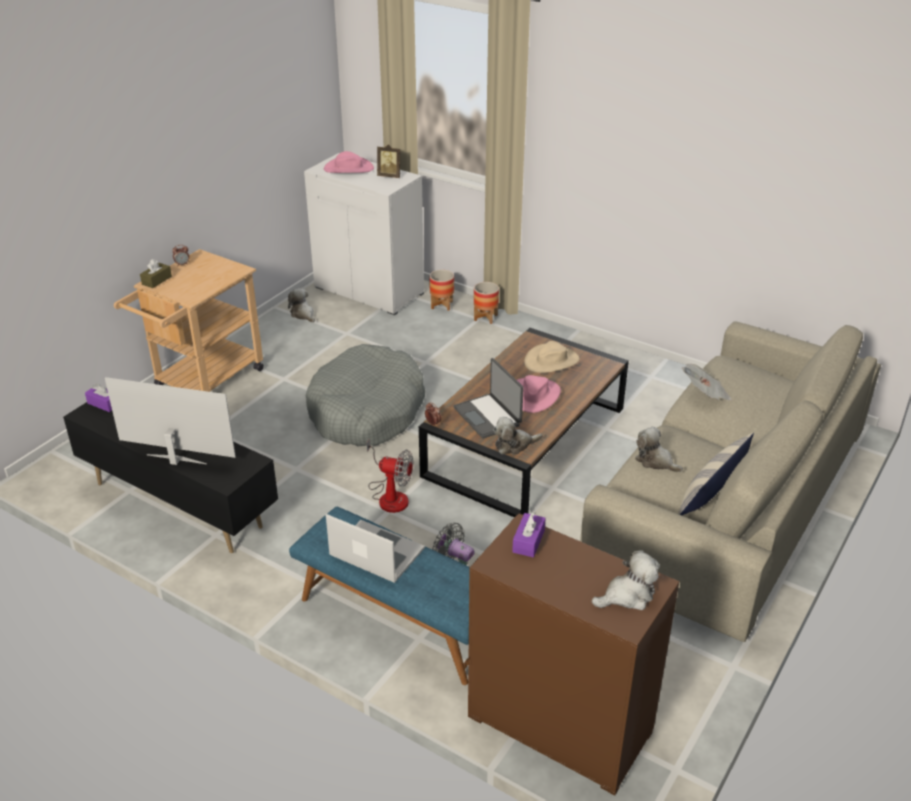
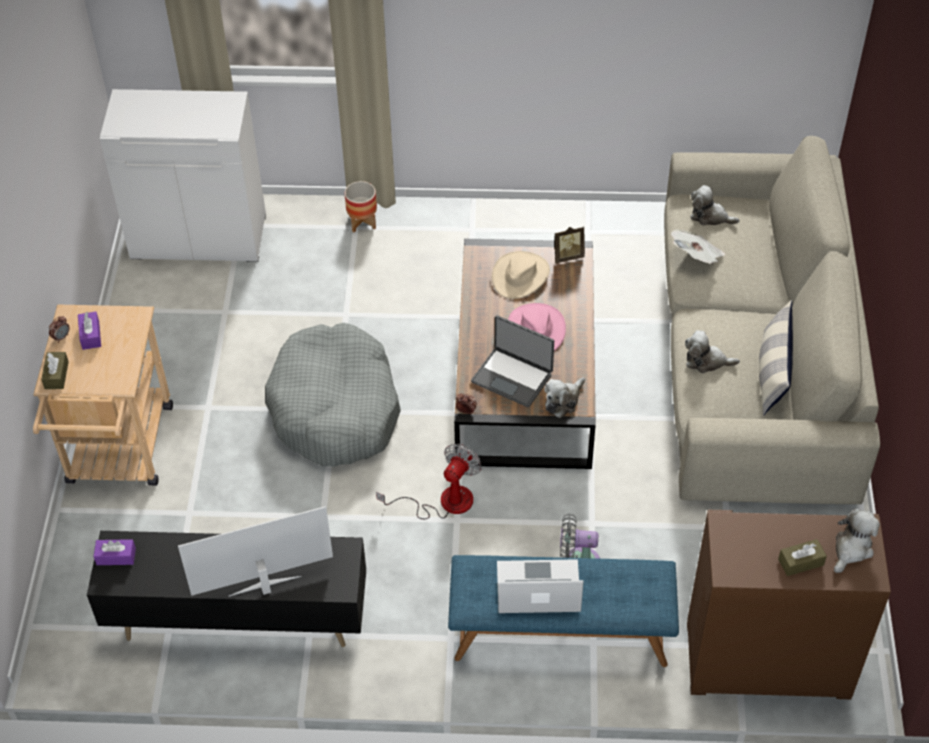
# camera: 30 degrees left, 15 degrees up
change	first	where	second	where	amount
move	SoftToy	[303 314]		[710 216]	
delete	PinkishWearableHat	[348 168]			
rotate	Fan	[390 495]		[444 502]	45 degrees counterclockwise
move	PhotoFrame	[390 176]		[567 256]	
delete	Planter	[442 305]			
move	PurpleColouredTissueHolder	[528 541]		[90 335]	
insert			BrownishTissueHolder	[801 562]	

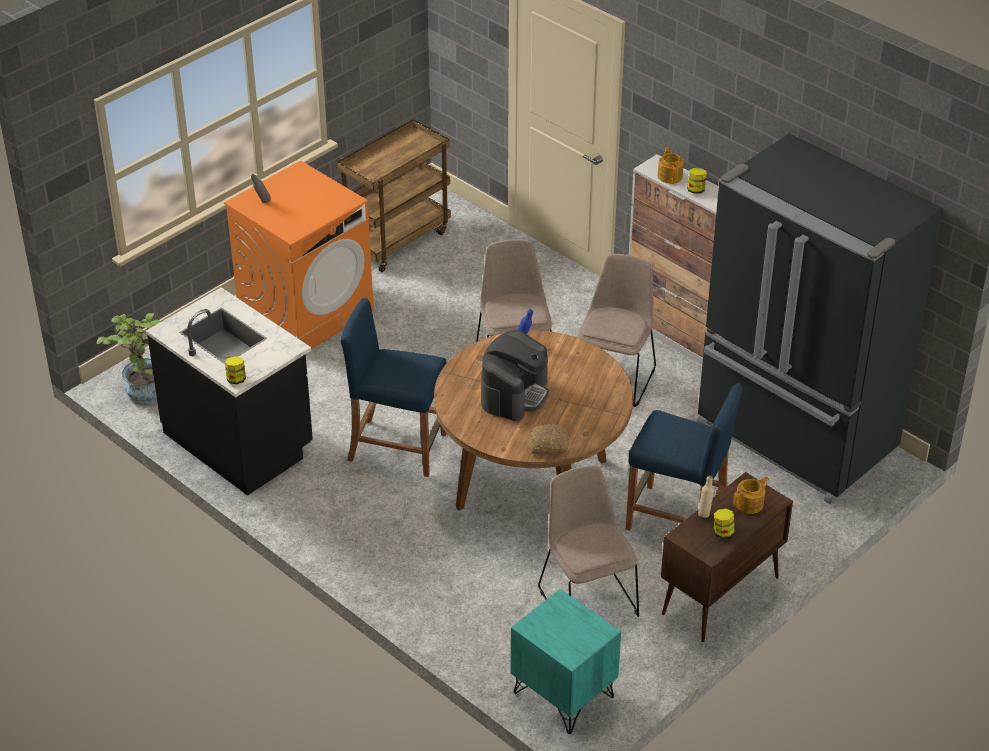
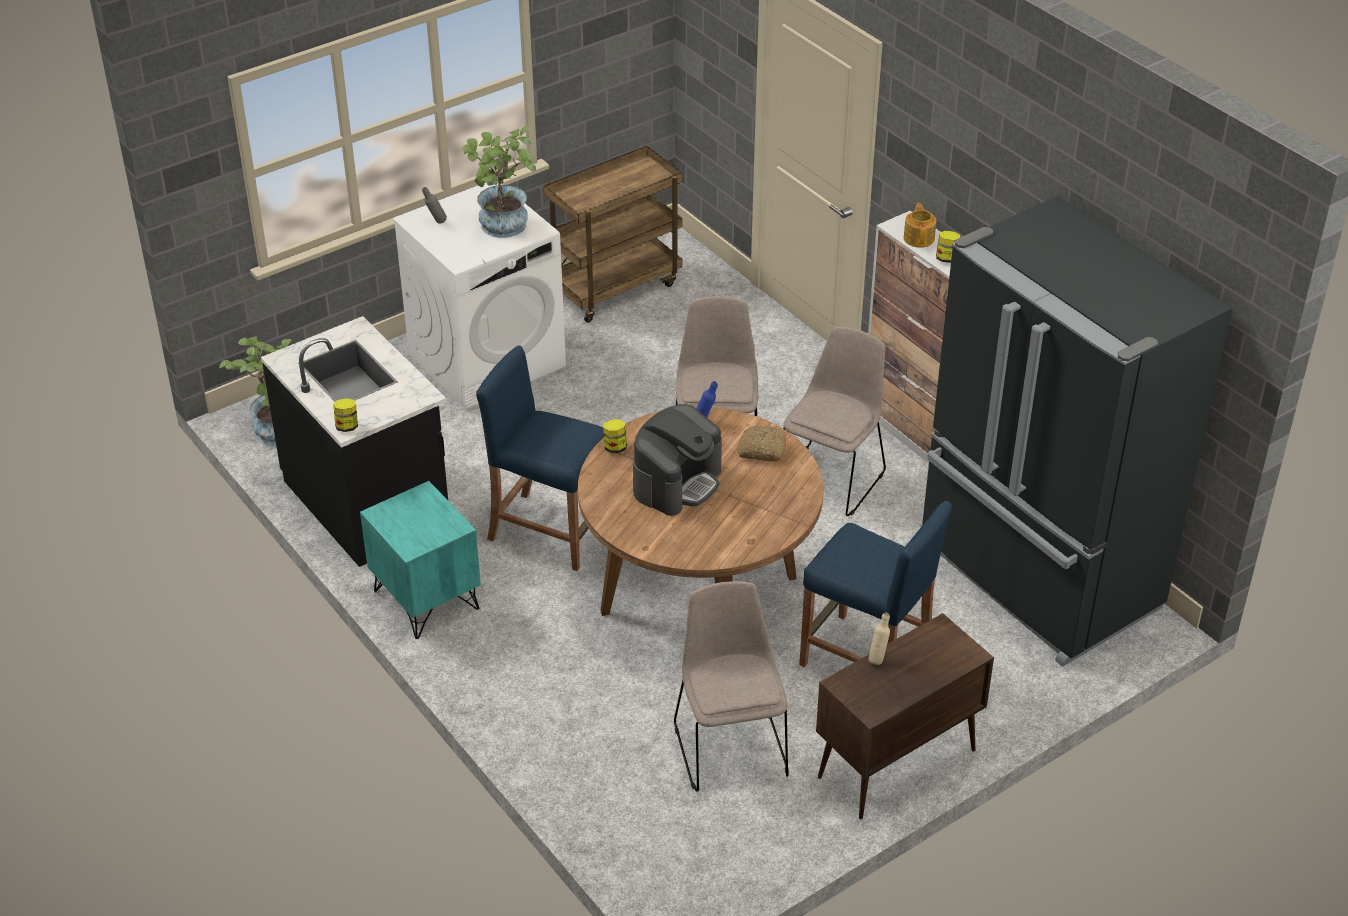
# camera: 10 degrees right, 0 degrees up
change	first	where	second	where	amount
recolor	OrangeColouredLaundryMachine	[306 312]	WhitishLaundryMachine	[487 359]	
move	TurquoiseColouredNightstand	[562 695]		[425 600]	
move	BakeryBread	[548 445]		[761 450]	
move	PreserveJar	[723 533]		[615 447]	
delete	PotForTea	[750 504]			
insert			Houseplant	[503 229]	

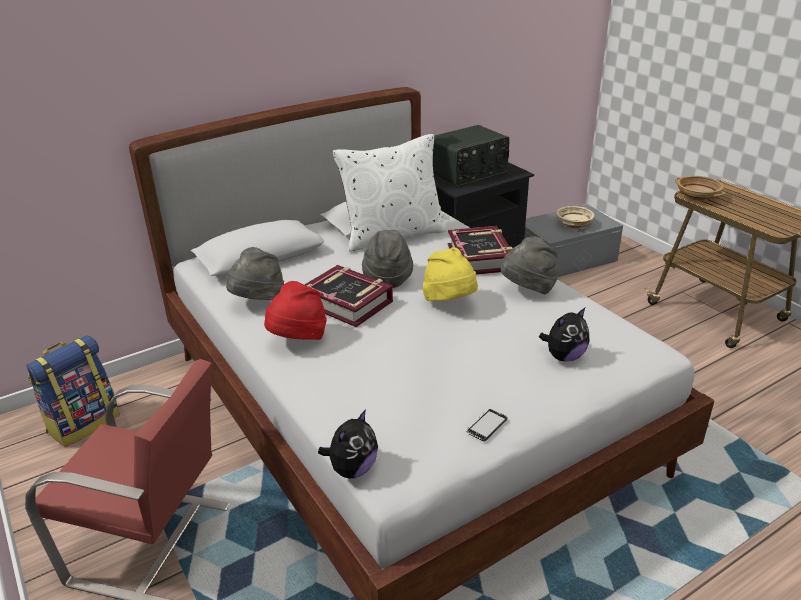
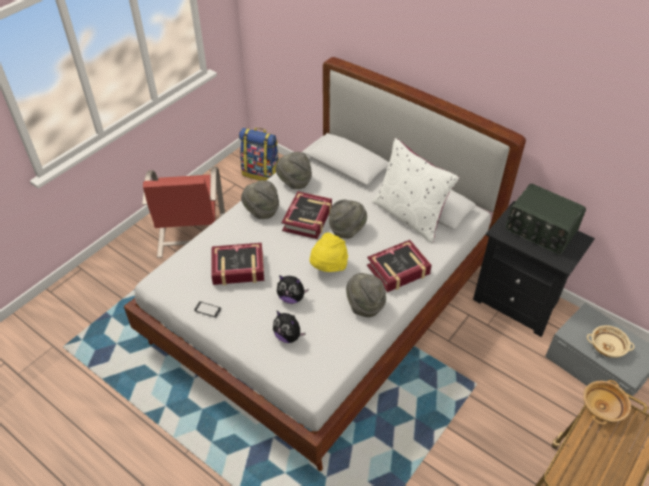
# camera: 70 degrees right, 15 degrees up
change	first	where	second	where	amount
recolor	ReddishWearableHat	[298 340]	GrayWearableHat	[261 211]	
move	SoftToy	[352 469]		[291 298]	
insert			Volume	[238 268]	

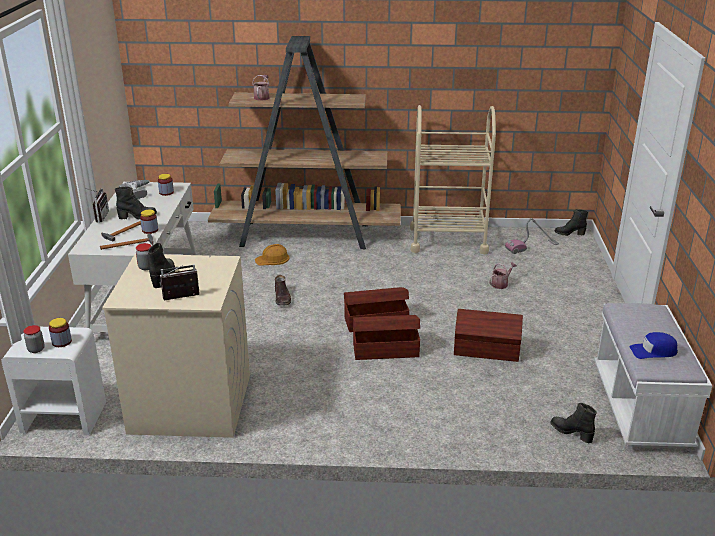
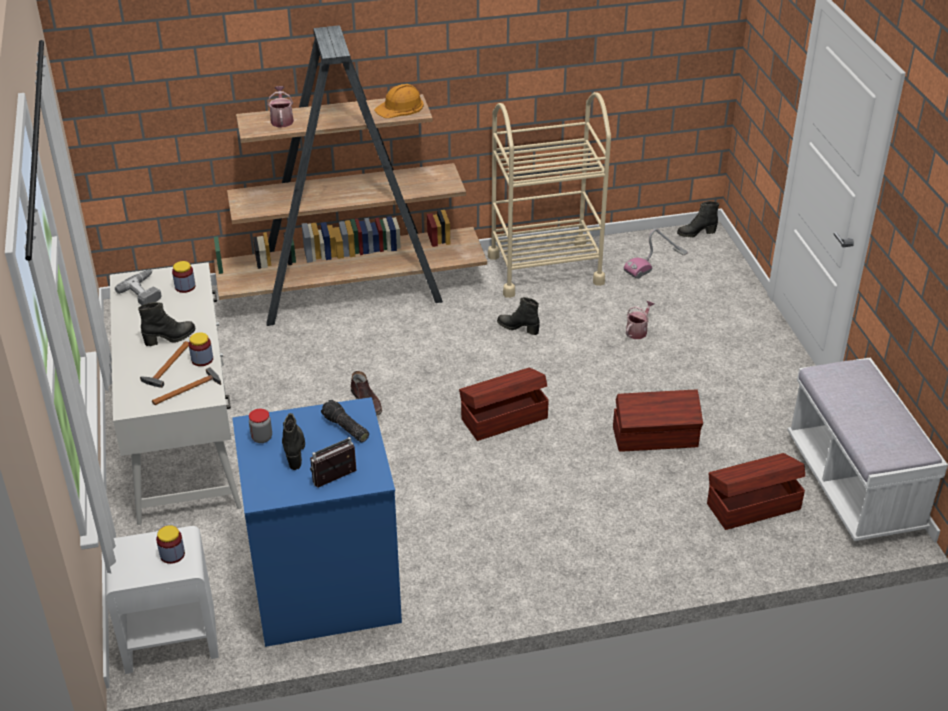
# camera: 15 degrees left, 10 degrees up
change	first	where	second	where	amount
delete	PreserveJar	[36 349]			
delete	RadioSet	[99 217]			
recolor	BeigeColouredLaundryMachine	[189 404]	BluishLaundryMachine	[324 587]	
move	OrangeColouredSafetyHelmet	[272 259]		[400 107]	
move	BrownishStorageBin	[385 349]		[752 505]	
move	BlackishHighTopBoot	[571 432]		[518 328]	
delete	BluishBaseballCap	[653 351]			
insert			Flashlight	[345 428]	

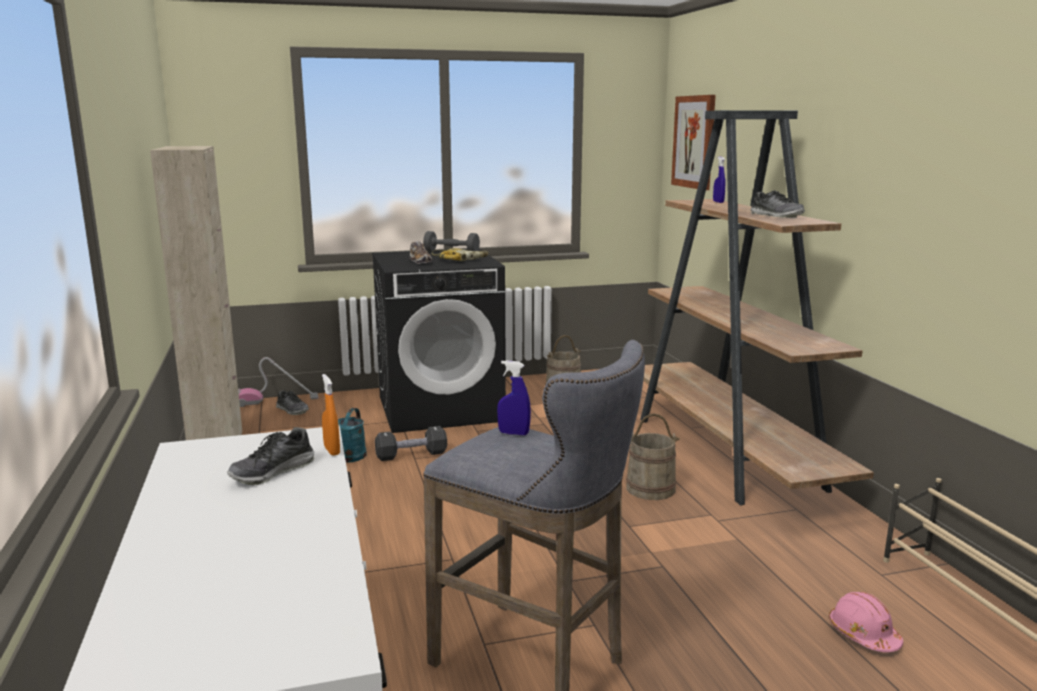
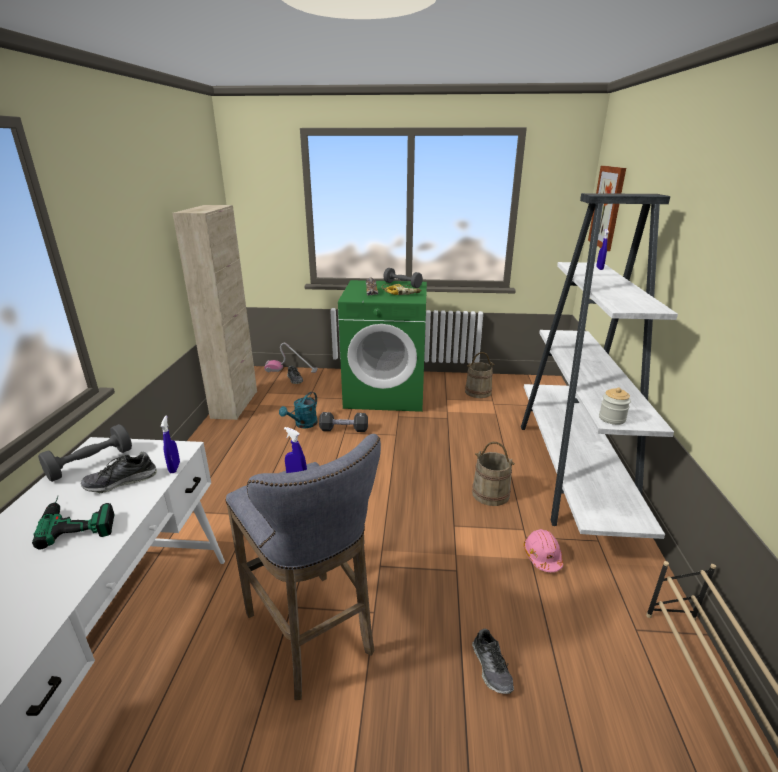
# camera: 20 degrees right, 10 degrees up
change	first	where	second	where	amount
recolor	OrangeColouredHandSprayer	[332 450]	BluishHandSprayer	[174 468]	
recolor	BlackishLaundryMachine	[441 408]	GreenColouredLaundryMachine	[386 393]	
recolor	BrownishShelvingUnit	[728 454]	WhitishShelvingUnit	[572 472]	
move	ItemOfFootwear	[776 216]		[491 668]	
move	PinkishSafetyHelmet	[863 634]		[542 556]	
insert			Drill	[79 518]	
insert			GrayFreeWeight	[91 463]	
insert			PreserveJar	[612 418]	

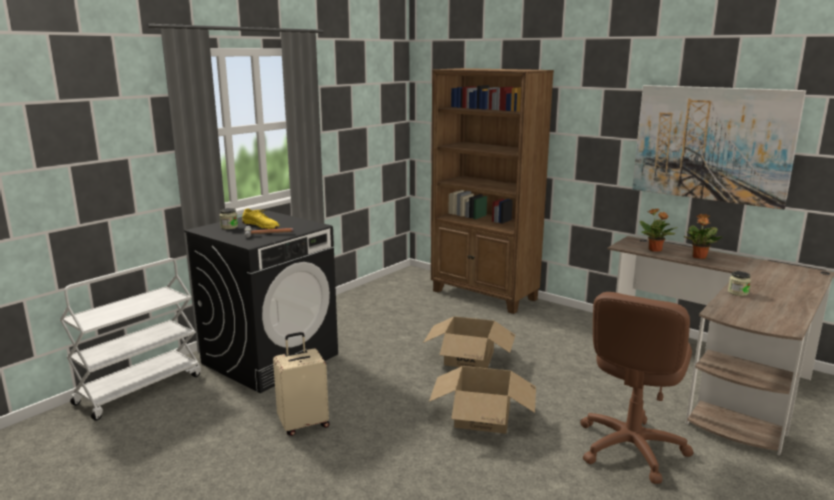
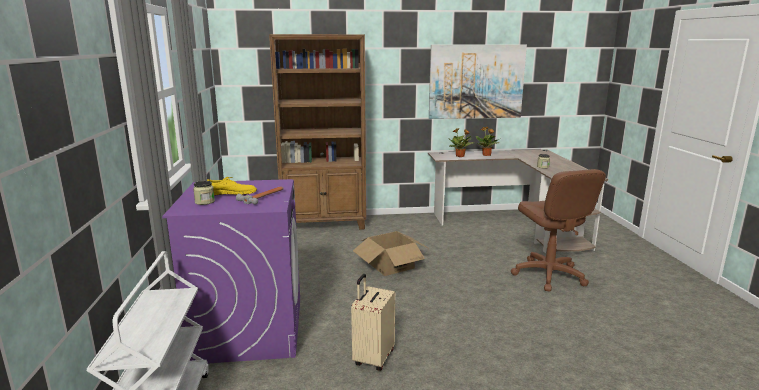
# camera: 45 degrees left, 0 degrees up
change	first	where	second	where	amount
recolor	BlackishLaundryMachine	[271 358]	PurpleColouredLaundryMachine	[249 329]	
delete	Carton	[483 416]			

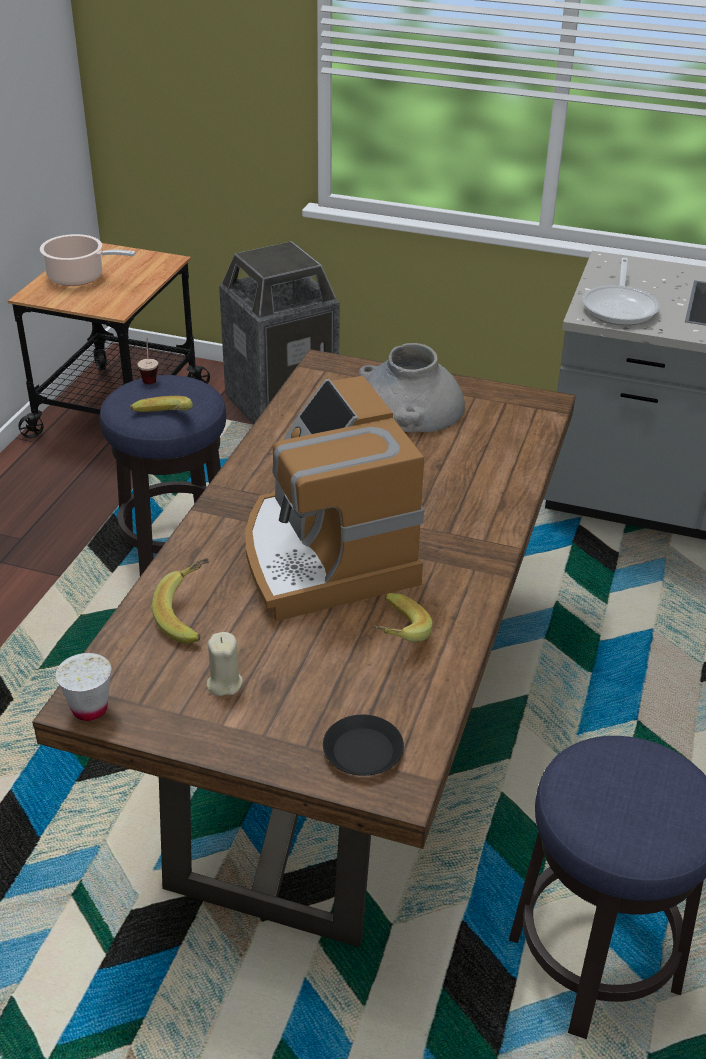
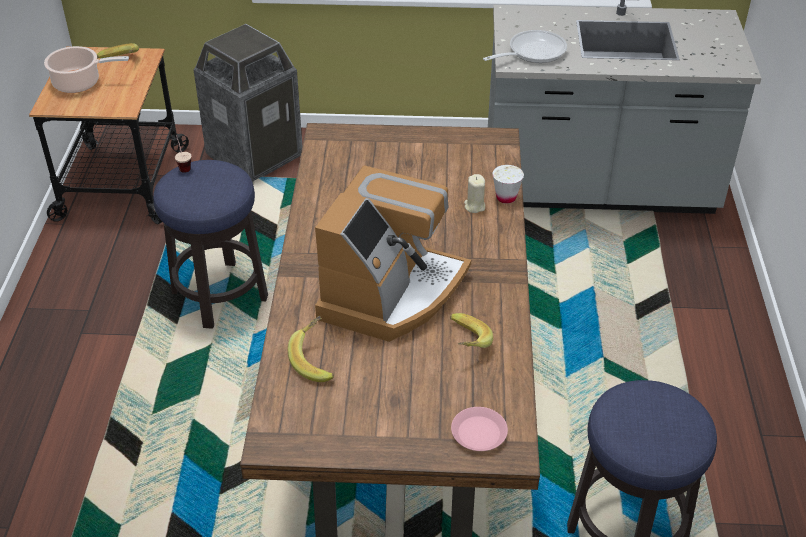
# camera: 15 degrees left, 5 degrees up
change	first	where	second	where	amount
move	WhitishSmallCup	[90 709]		[506 197]	
move	BananaFruit	[162 421]		[120 62]	
move	BeigeColouredWaxLight	[224 683]		[474 206]	
rotate	CoffeeBrewer	[324 555]		[391 293]	120 degrees counterclockwise
recolor	BlackishDinnerPlate	[362 751]	PinkishDinnerPlate	[478 433]	
delete	GrayVase	[410 407]			
rotate	FryingPan	[620 307]		[532 52]	120 degrees counterclockwise

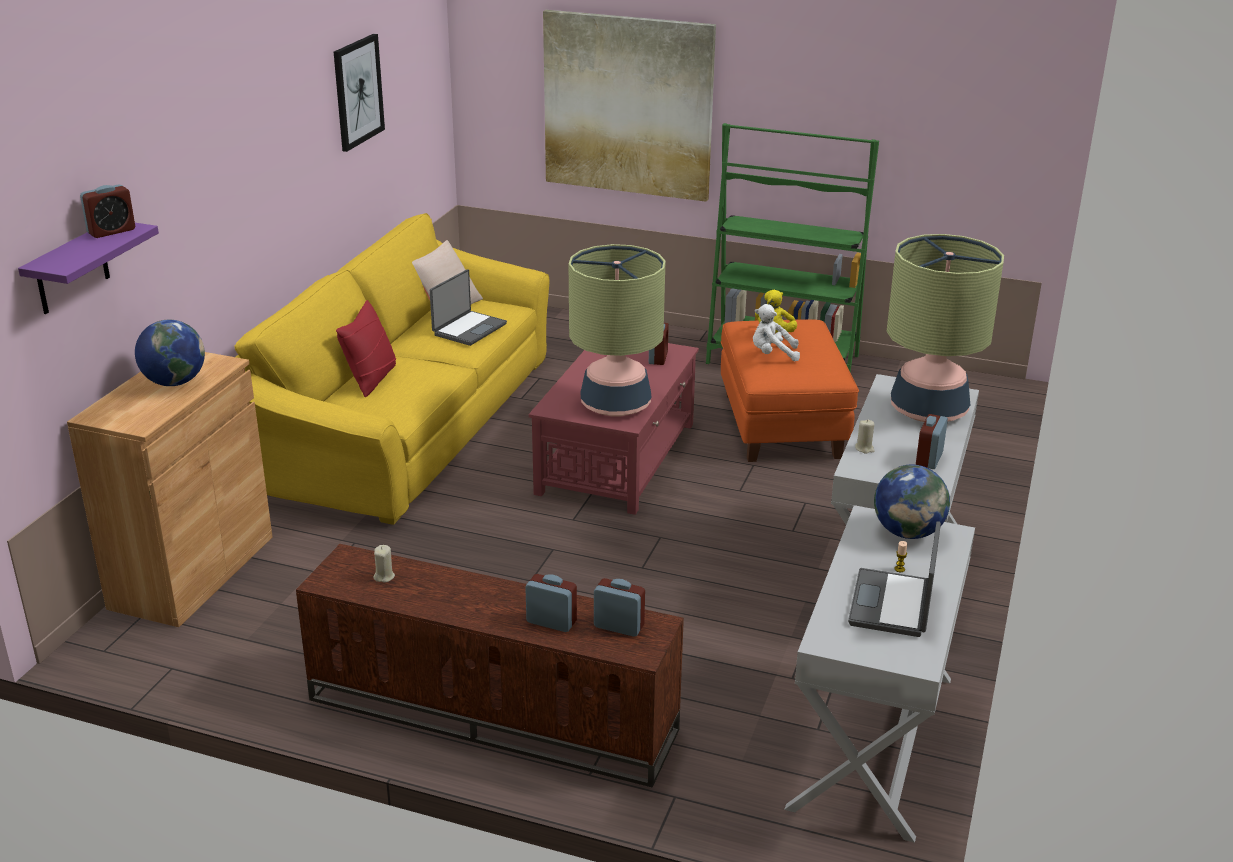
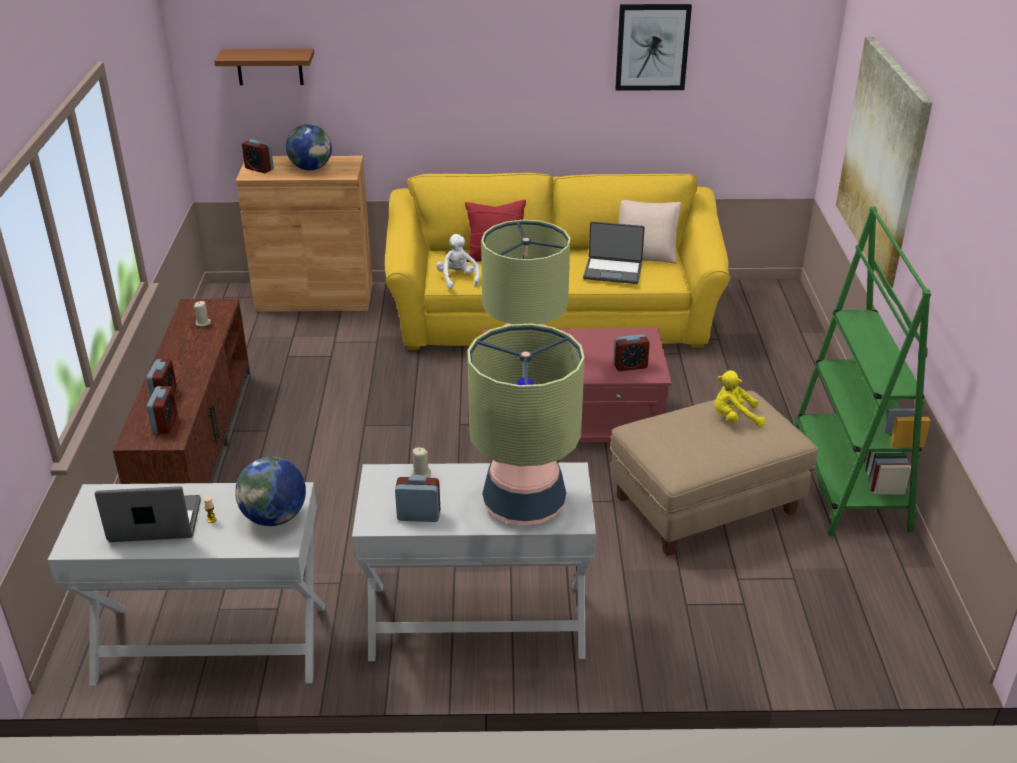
# camera: 70 degrees right, 5 degrees up
change	first	where	second	where	amount
recolor	PurpleColouredBracketShelf	[72 268]	BrownishBracketShelf	[269 66]	
move	BedsideClock	[111 231]		[259 169]	
recolor	OrangeColouredOttoman	[782 425]	BeigeColouredOttoman	[705 505]	
move	WhitishSoftToy	[772 354]		[458 279]	

